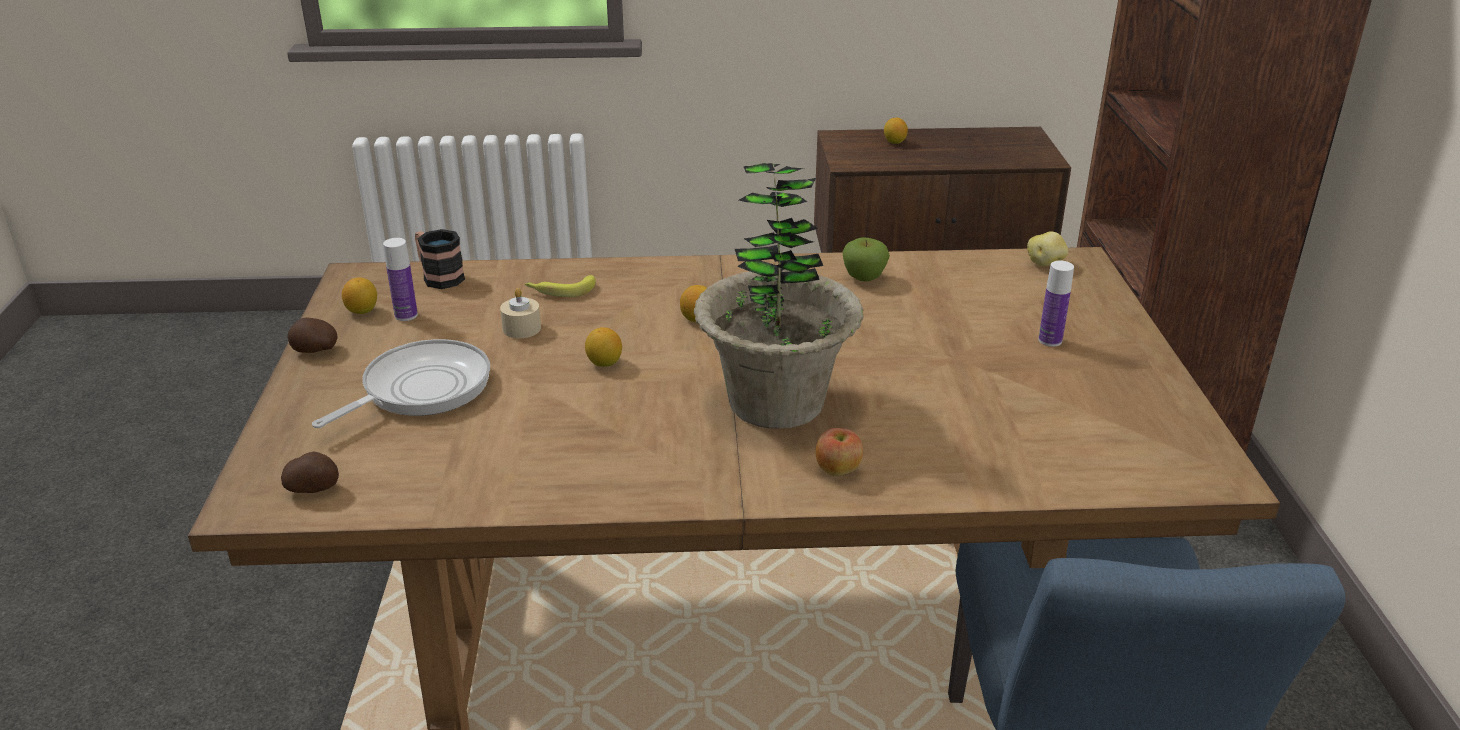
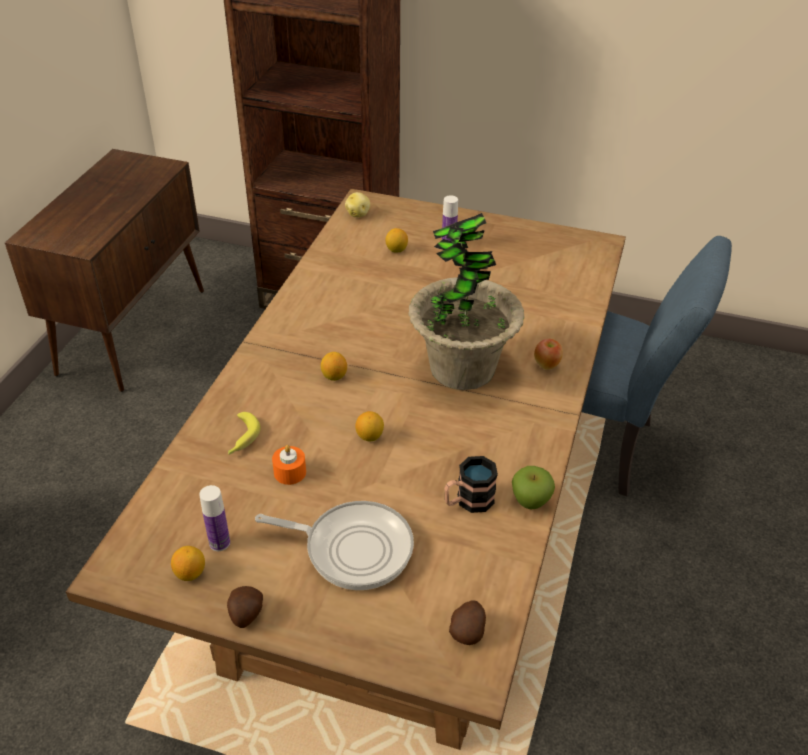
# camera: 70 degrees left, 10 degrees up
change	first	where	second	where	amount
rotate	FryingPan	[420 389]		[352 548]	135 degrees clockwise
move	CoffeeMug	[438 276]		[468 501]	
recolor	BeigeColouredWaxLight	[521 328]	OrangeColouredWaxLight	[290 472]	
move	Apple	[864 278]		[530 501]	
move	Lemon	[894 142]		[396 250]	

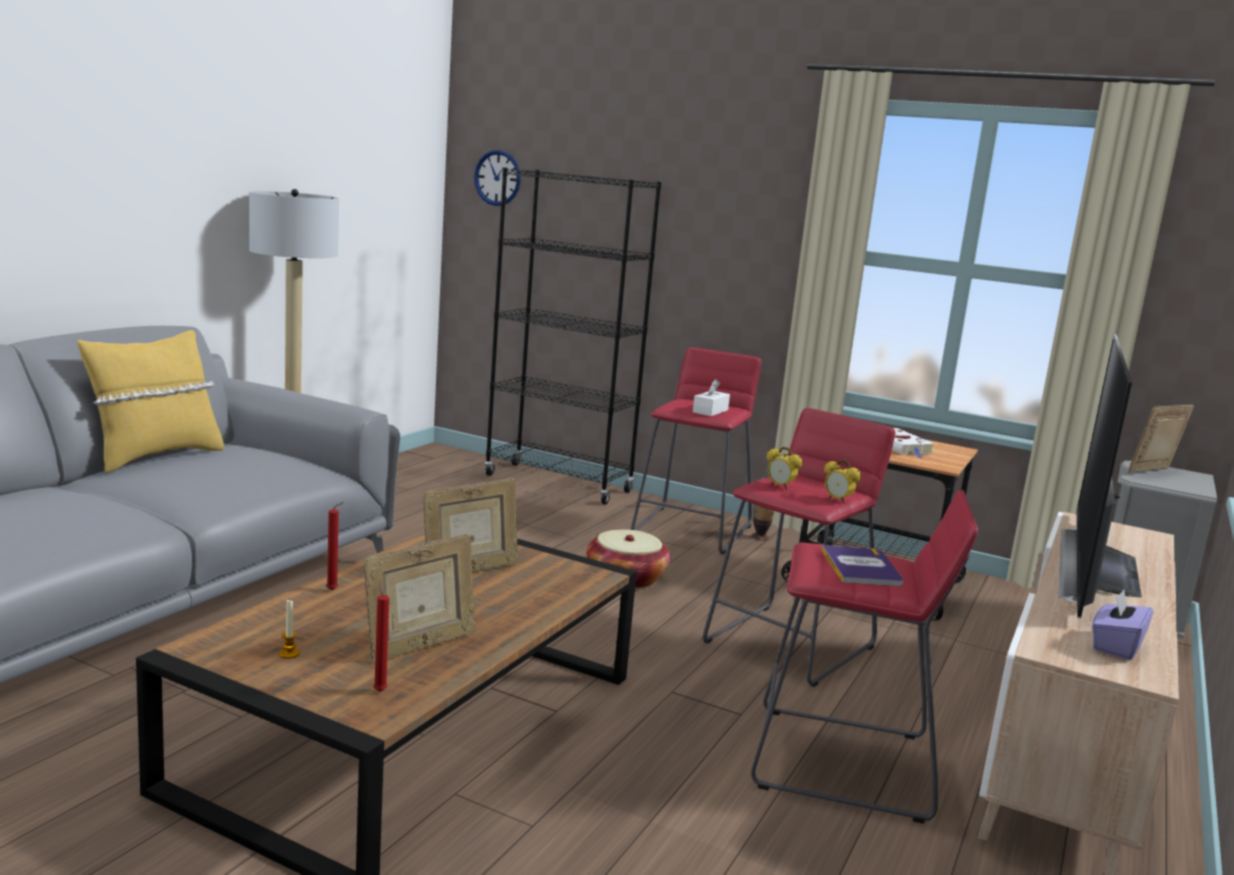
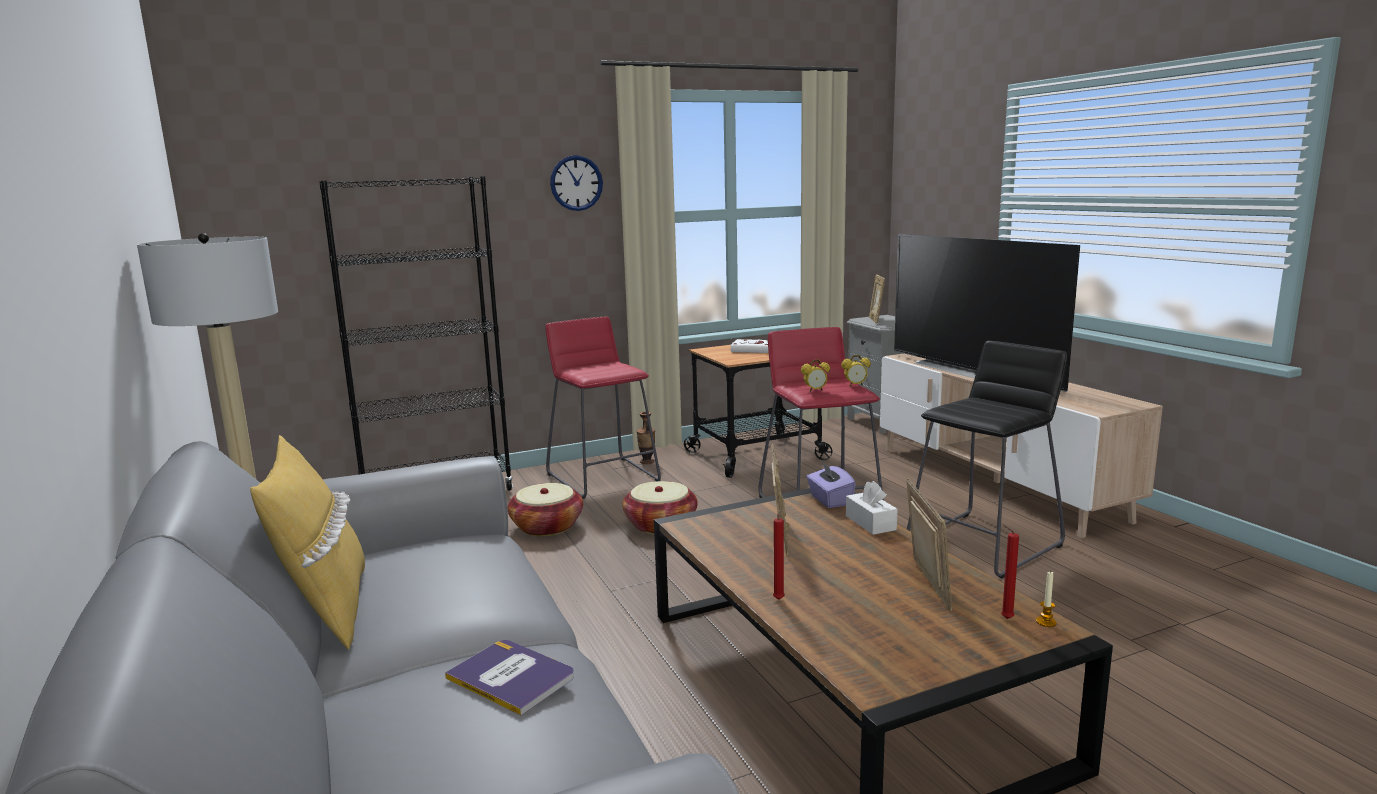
# camera: 50 degrees left, 0 degrees up
change	first	where	second	where	amount
move	WaxLight	[289 653]		[1046 622]	
move	ClockOnTheWall	[497 178]		[576 183]	
move	WhitishTissueHolder	[710 411]		[870 523]	
recolor	ReddishSittingStool	[842 762]	BlackishSittingStool	[983 544]	
move	Volume	[861 567]		[511 677]	
move	PurpleColouredTissueHolder	[1116 646]		[829 500]	
insert			Basket	[547 527]	

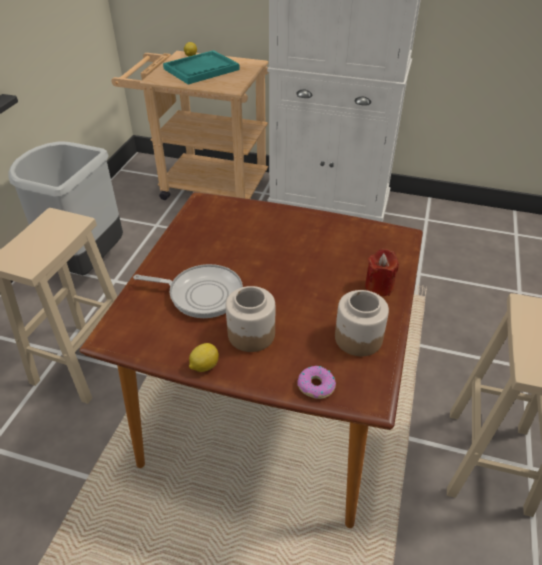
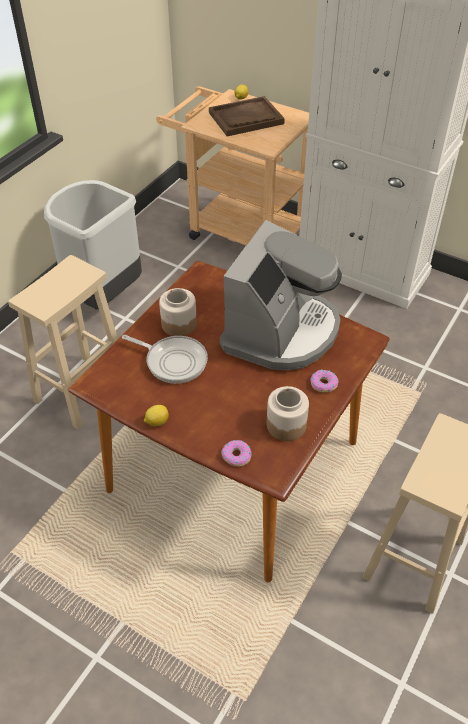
# camera: 15 degrees right, 5 degrees up
change	first	where	second	where	amount
recolor	TurquoiseColouredServingTray	[201 69]	BrownishServingTray	[246 118]	
move	PreserveJar	[250 334]		[178 324]	
replace	ReddishWaxLight	[379 287]	Doughnut	[323 384]	
insert			CoffeeBrewer	[281 331]	

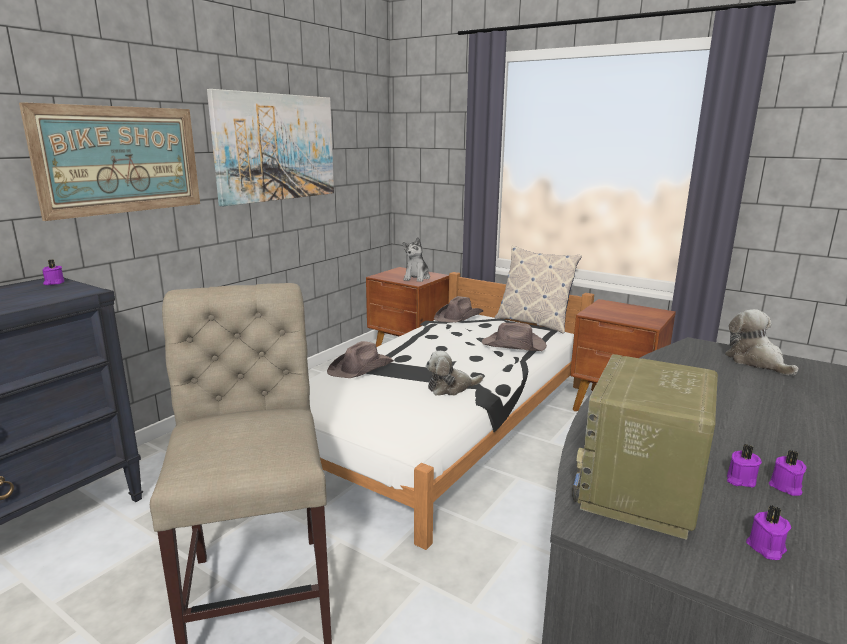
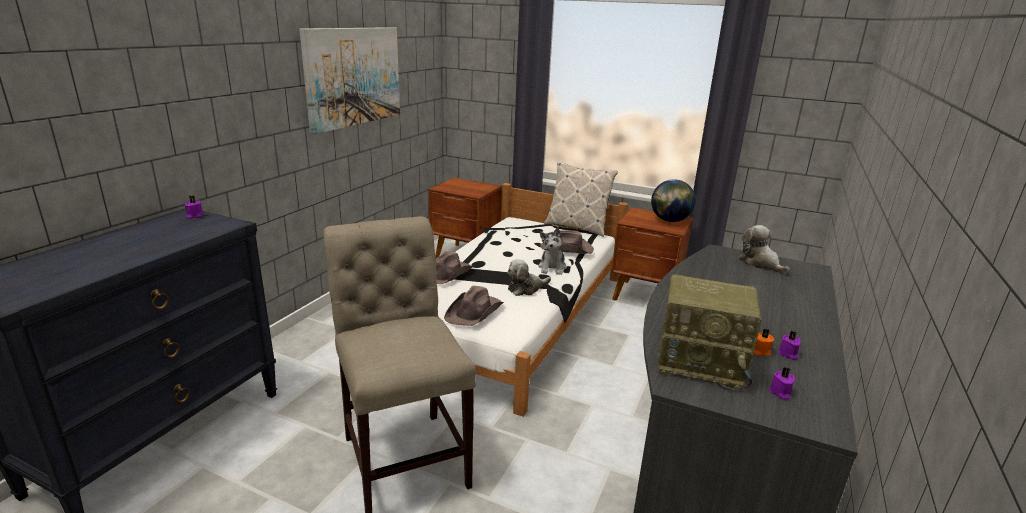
# camera: 10 degrees left, 5 degrees up
change	first	where	second	where	amount
delete	WallPicture	[120 160]			
move	SoftToy	[417 278]		[552 268]	
move	BrownishWearableHat	[459 316]		[475 312]	
rotate	RadioSet	[641 492]		[701 363]	90 degrees counterclockwise
recolor	PurpleColouredWaxLight	[739 480]	OrangeColouredWaxLight	[760 351]	
insert			WorldGlobe	[670 221]	

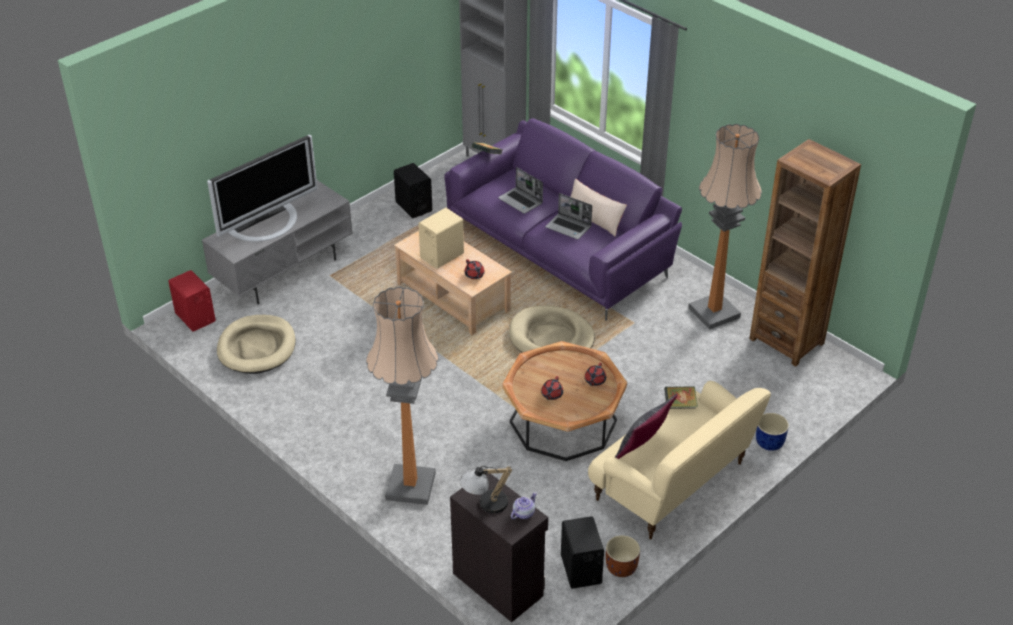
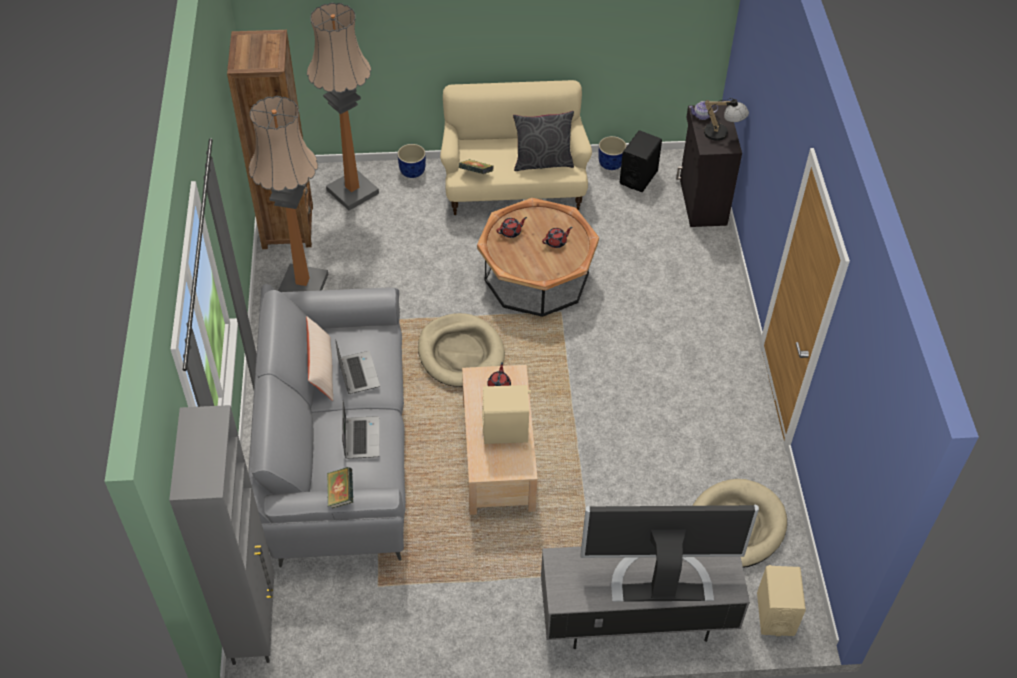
# camera: 140 degrees left, 10 degrees up
change	first	where	second	where	amount
recolor	ReddishAudioSpeaker	[195 317]	BeigeColouredAudioSpeaker	[775 614]	
move	FloorLamp	[411 486]		[352 191]	
delete	BlackishAudioSpeaker	[413 206]			
recolor	PurpleColouredSofa	[560 248]	GraySofa	[336 444]	
recolor	BrownishPlanter	[621 567]	BluishPlanter	[611 163]	

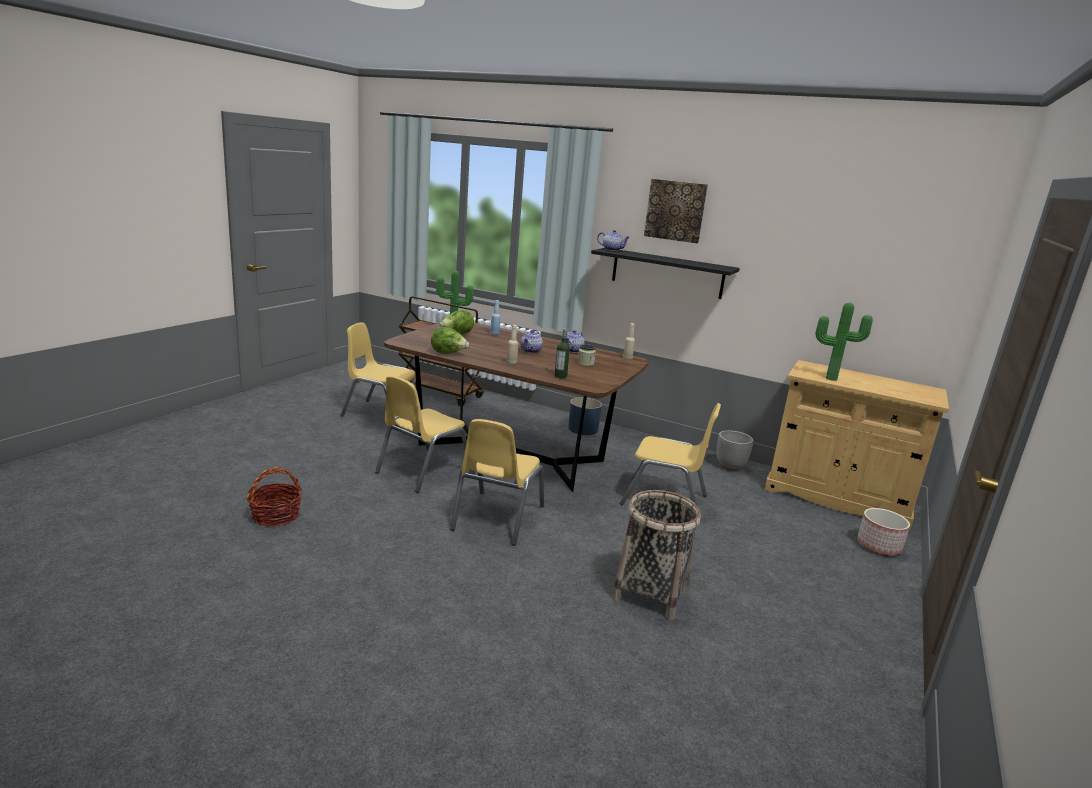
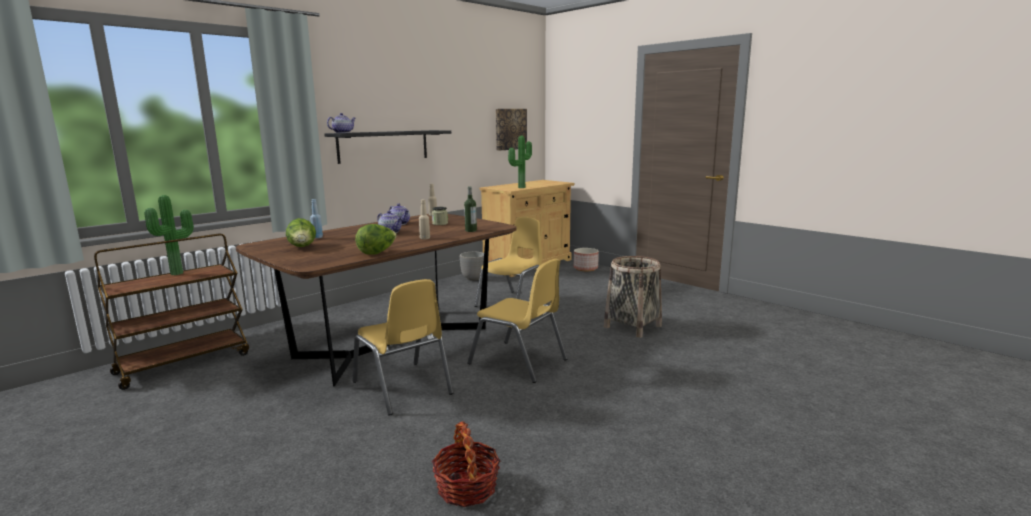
# camera: 70 degrees left, 5 degrees down
change	first	where	second	where	amount
delete	YellowishChair	[381 414]			
delete	BluishPlanter	[583 429]			
move	WallPicture	[675 210]		[510 129]	

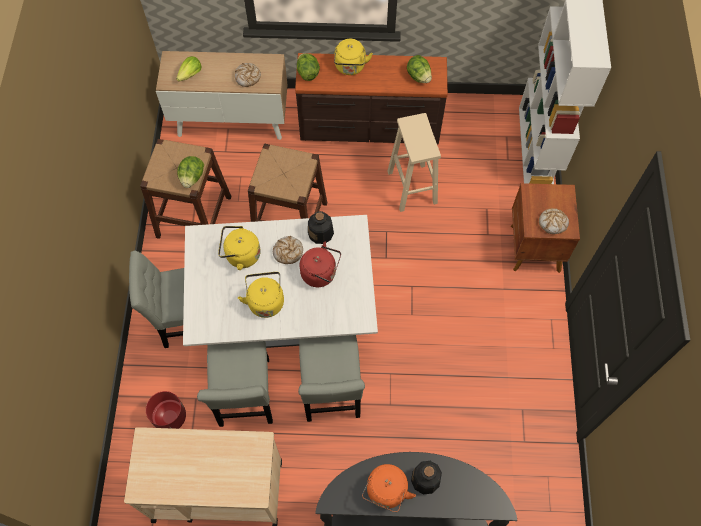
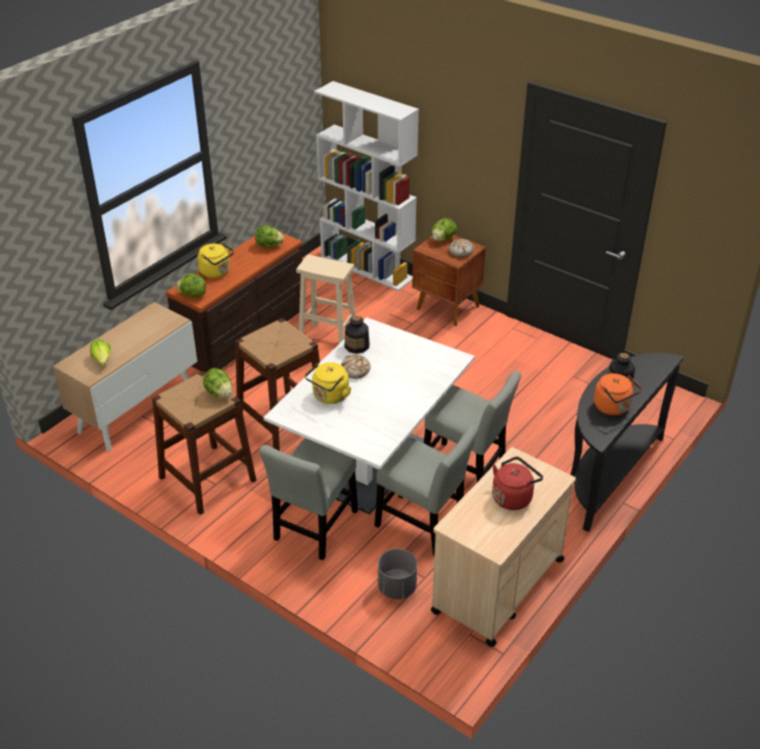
# camera: 55 degrees left, 25 degrees down
change	first	where	second	where	amount
recolor	ReddishPlanter	[169 417]	GrayPlanter	[397 588]	
delete	BakeryBread	[247 77]			
delete	YellowishTeaKettle	[265 300]			
move	ReddishTeaKettle	[321 273]		[513 497]	
insert			HeadOfLettuce	[443 239]	

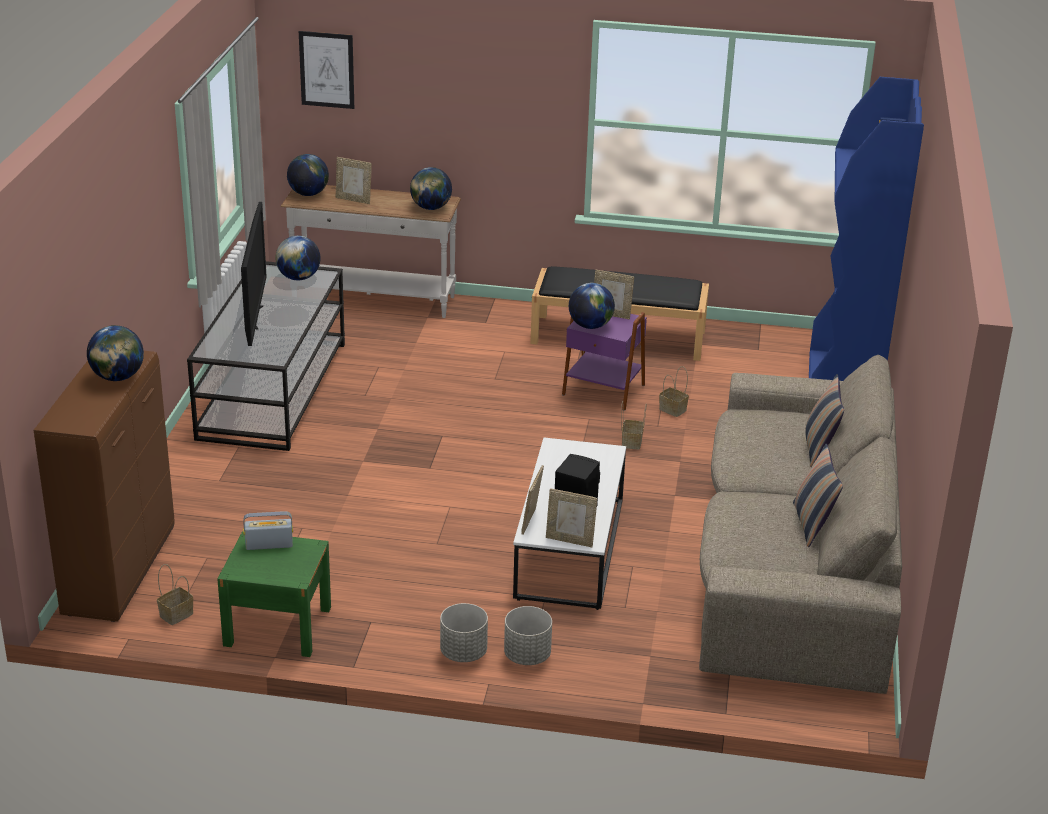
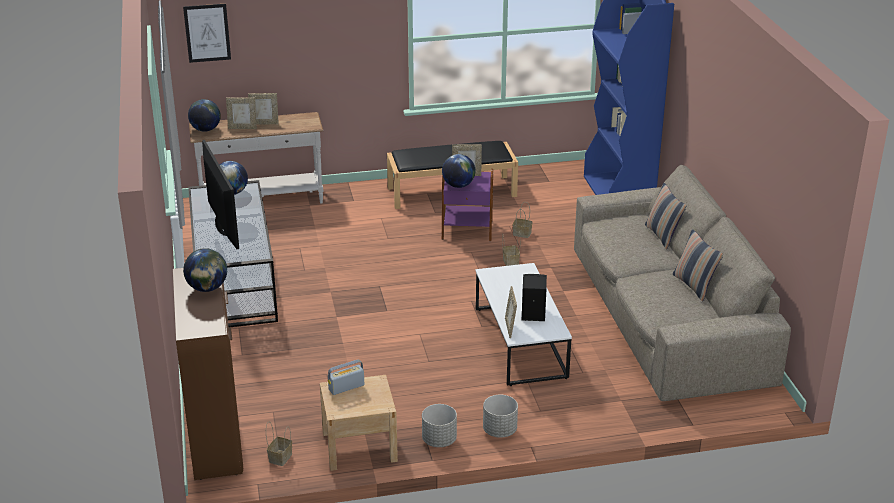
# camera: 20 degrees left, 0 degrees up
change	first	where	second	where	amount
recolor	GreenColouredNightstand	[277 626]	BeigeColouredNightstand	[359 446]	
delete	WorldGlobe	[431 208]			
move	GrayPlanter	[527 656]		[439 440]	
move	PhotoFrame	[570 540]		[264 123]	

